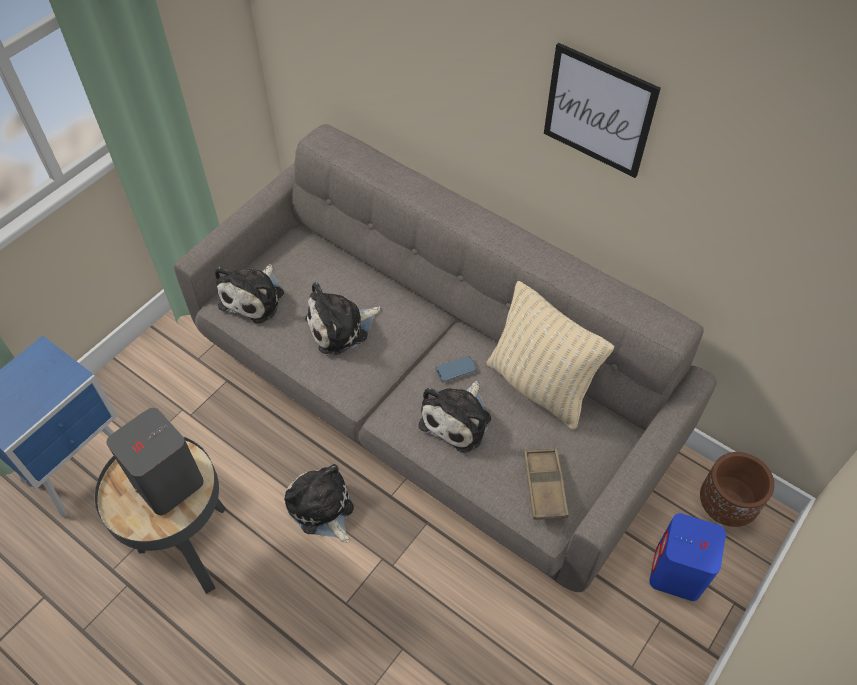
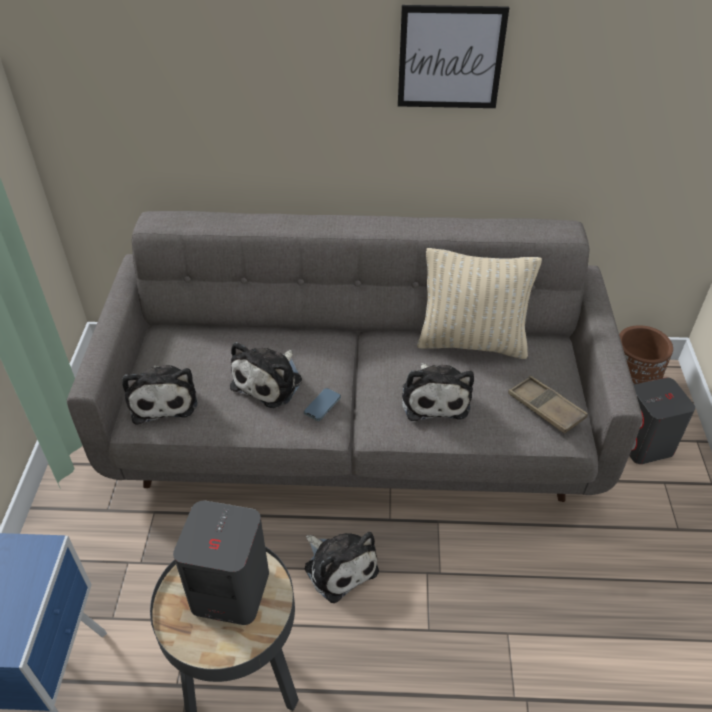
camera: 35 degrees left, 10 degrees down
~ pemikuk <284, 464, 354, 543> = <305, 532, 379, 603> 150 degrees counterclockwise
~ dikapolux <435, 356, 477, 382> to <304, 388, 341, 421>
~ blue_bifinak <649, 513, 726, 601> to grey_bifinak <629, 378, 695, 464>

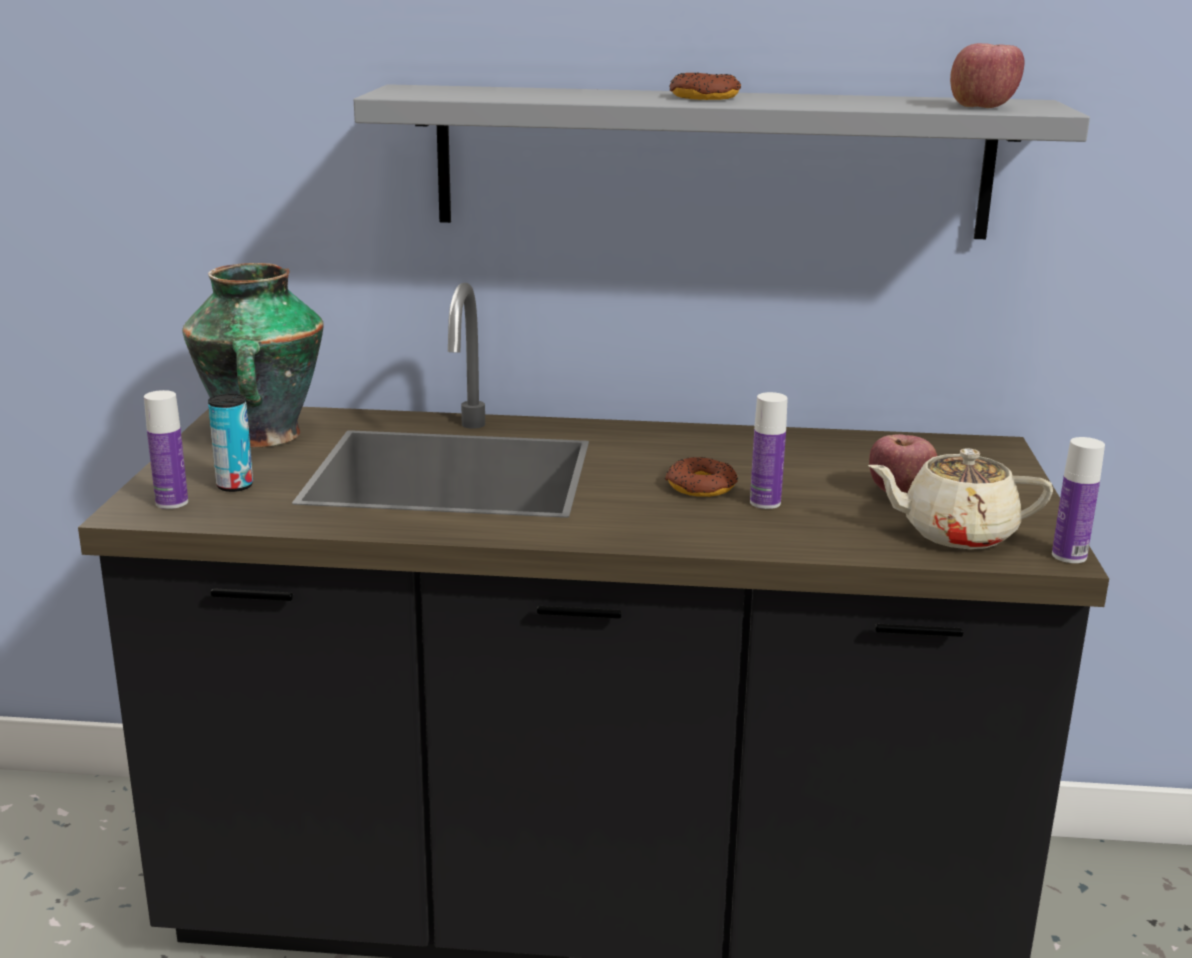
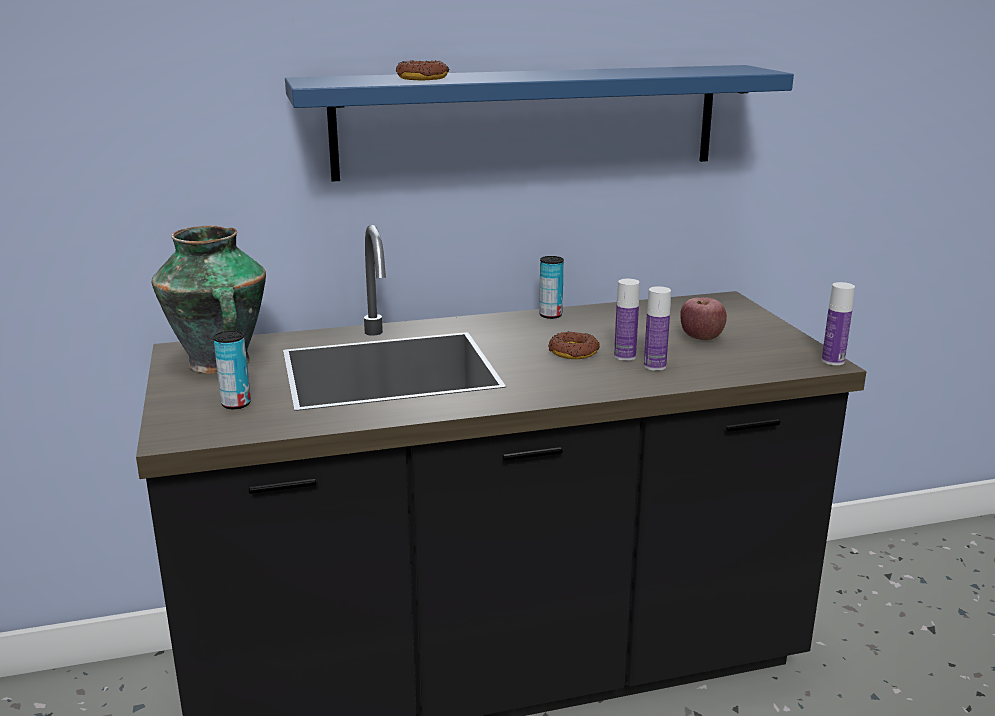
camera: 20 degrees left, 0 degrees up
~ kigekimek <144, 390, 188, 509> to <644, 286, 671, 371>
~ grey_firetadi <354, 84, 1090, 239> to blue_firetadi <285, 65, 794, 182>
~ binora <669, 72, 741, 100> to <396, 60, 450, 80>
- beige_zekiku <868, 449, 1053, 549>
- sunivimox <950, 43, 1024, 108>
+ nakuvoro <539, 256, 564, 319>

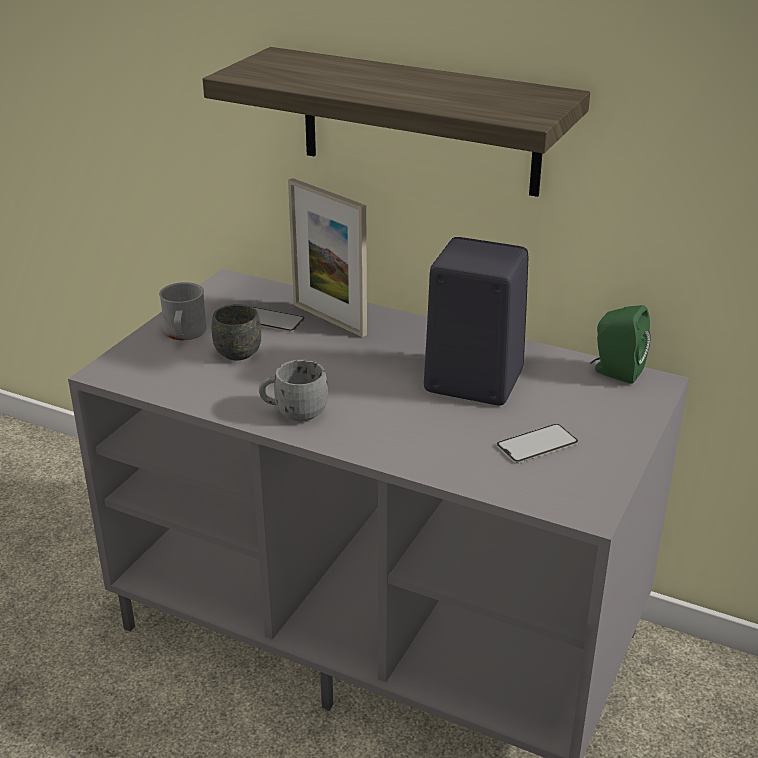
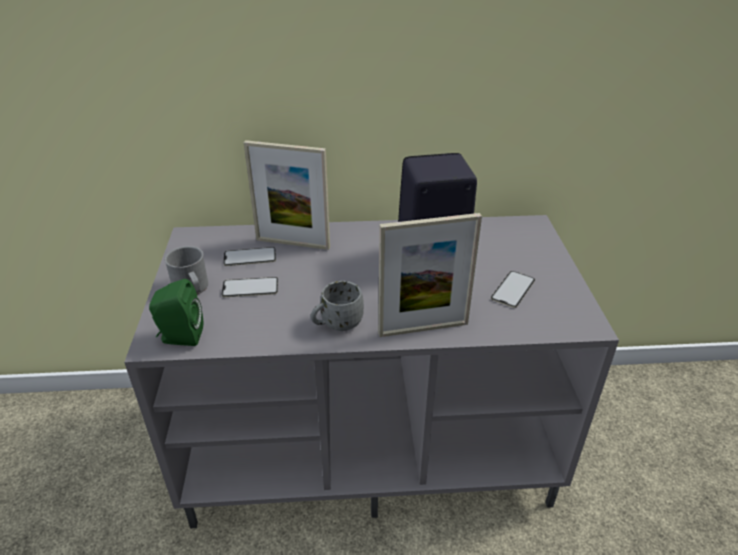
camera: 30 degrees left, 5 degrees up
- firetadi <203, 47, 590, 197>
~ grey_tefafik <212, 304, 261, 361> to dikapolux <221, 277, 278, 297>
~ green_bifinak <590, 305, 651, 384> to <149, 279, 203, 346>
+ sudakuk <378, 213, 482, 337>

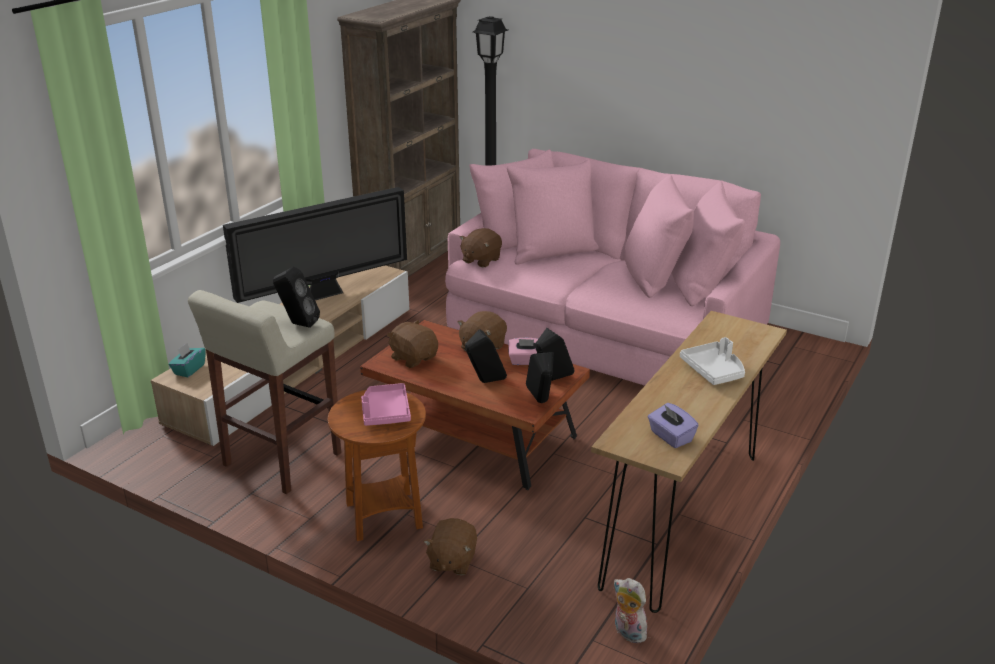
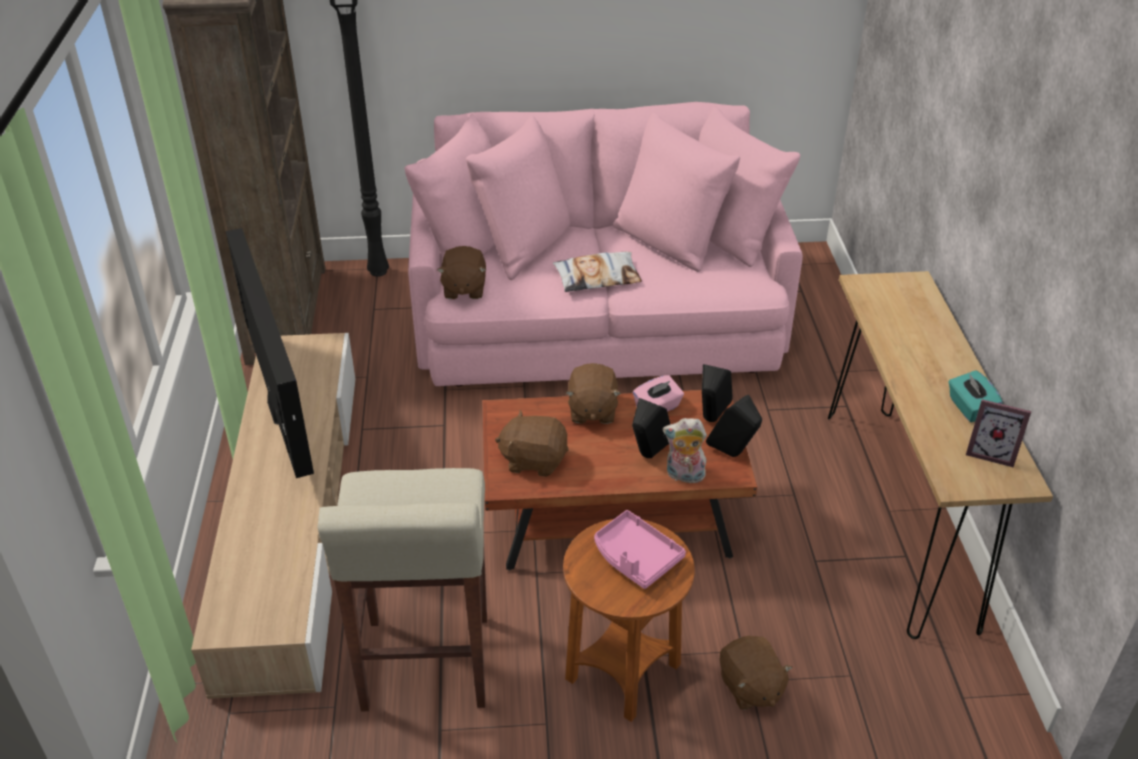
camera: 35 degrees left, 10 degrees up
~ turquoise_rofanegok <169, 343, 206, 377> to <949, 370, 1003, 422>
~ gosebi <223, 187, 407, 303> = <226, 228, 314, 478> 45 degrees counterclockwise
- black_bifinak <273, 267, 320, 328>
~ pemikuk <613, 578, 647, 644> to <663, 418, 707, 486>
~ purple_rofanegok <648, 403, 699, 448> to sudakuk <966, 399, 1031, 467>
- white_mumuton <680, 337, 745, 385>
+ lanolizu <553, 252, 642, 292>

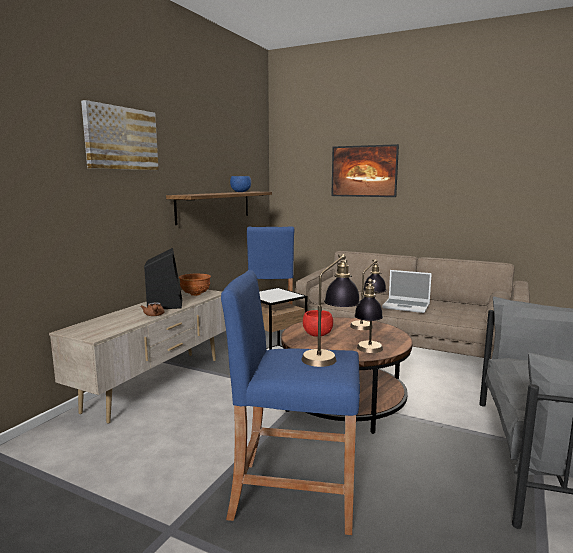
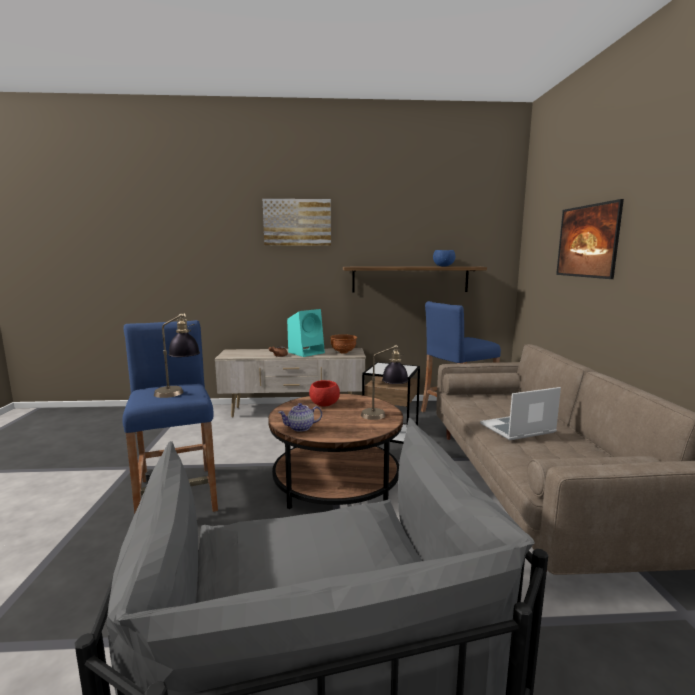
camera: 60 degrees right, 0 degrees up
~ black_bifinak <144, 248, 182, 309> to turquoise_bifinak <287, 309, 325, 357>
~ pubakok <354, 279, 383, 353> to zekiku <278, 403, 322, 432>
~ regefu <382, 270, 432, 313> = <480, 387, 561, 440> 75 degrees clockwise

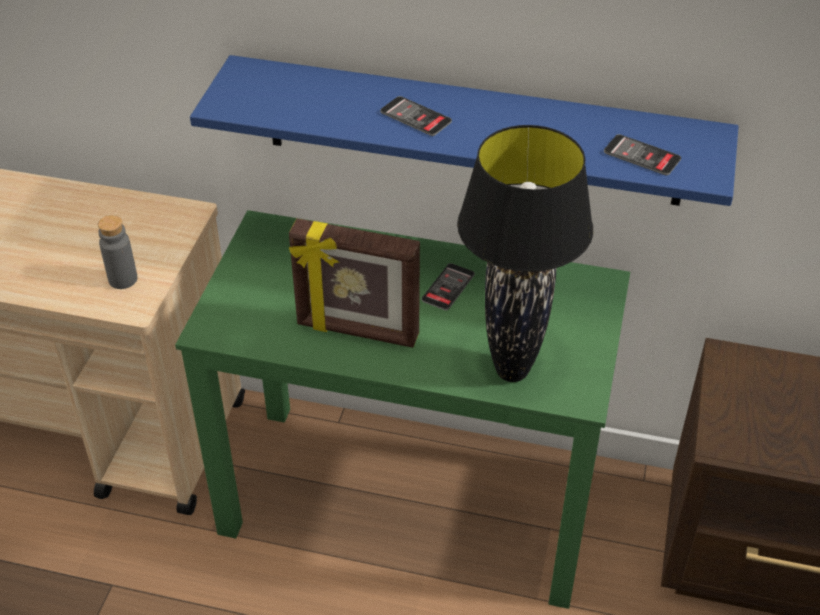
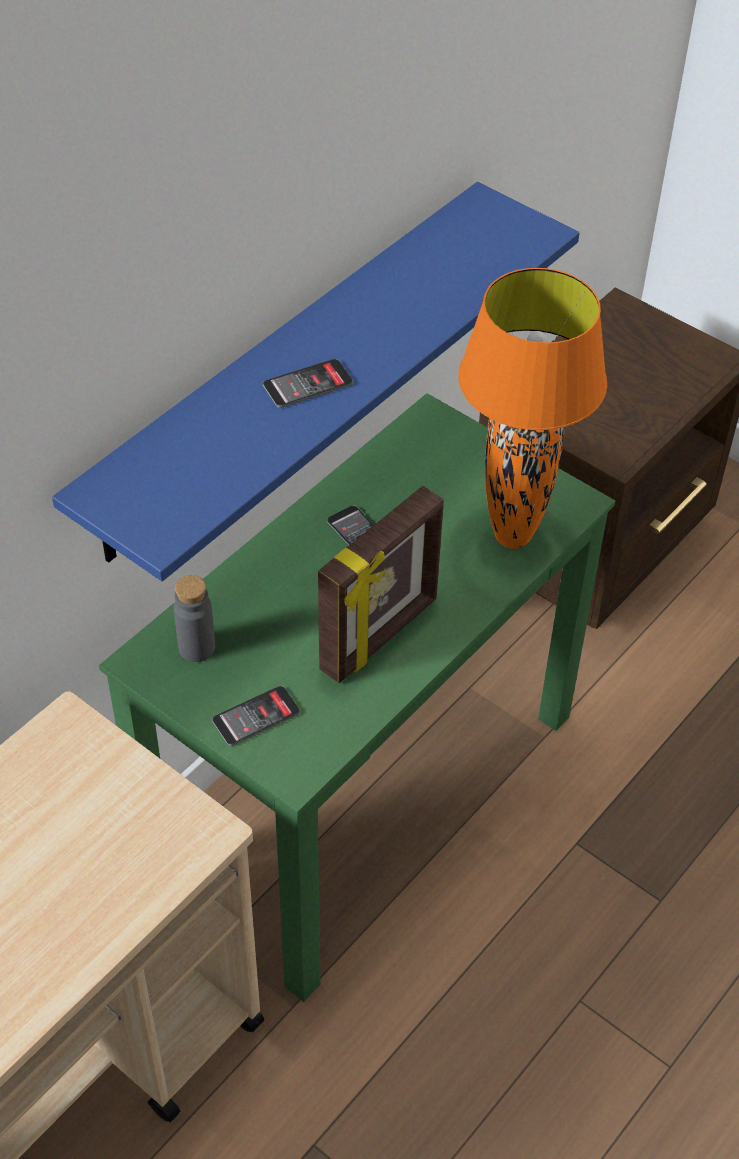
camera: 65 degrees left, 5 degrees up
~ grey_kigekimek <98, 215, 138, 289> to <174, 575, 215, 662>
~ black_pubakok <457, 125, 593, 382> to orange_pubakok <458, 268, 607, 549>
~ dikapolux <604, 134, 681, 175> to <212, 686, 300, 746>

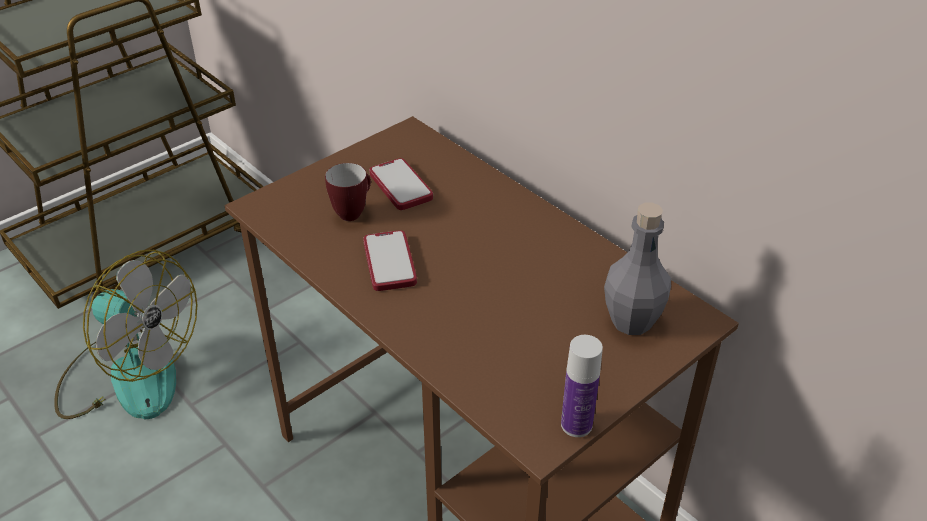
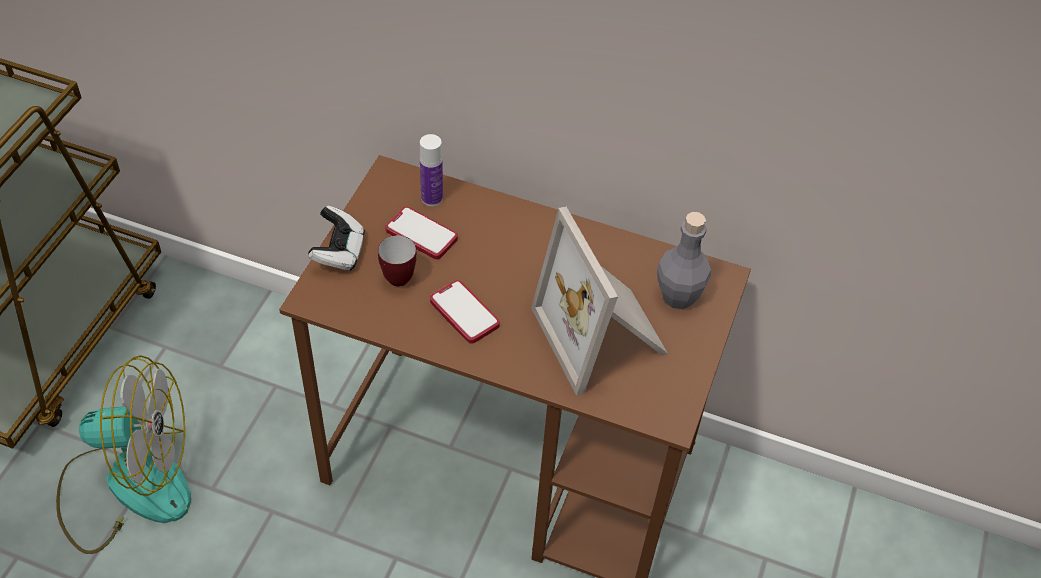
camera: 30 degrees left, 10 degrees up
~ kigekimek <561, 335, 603, 437> to <420, 134, 443, 206>
+ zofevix <308, 206, 365, 271>
+ sudakuk <531, 207, 668, 396>

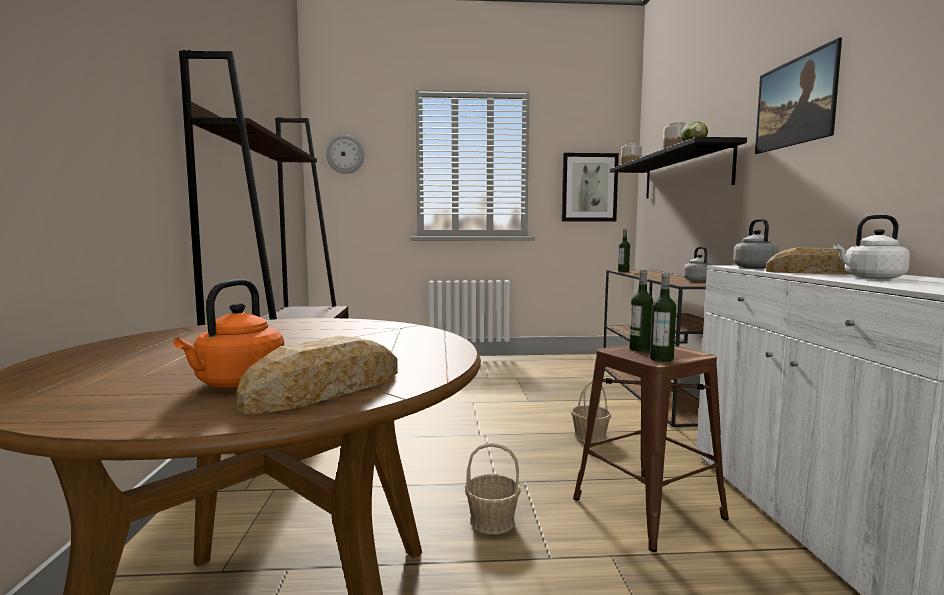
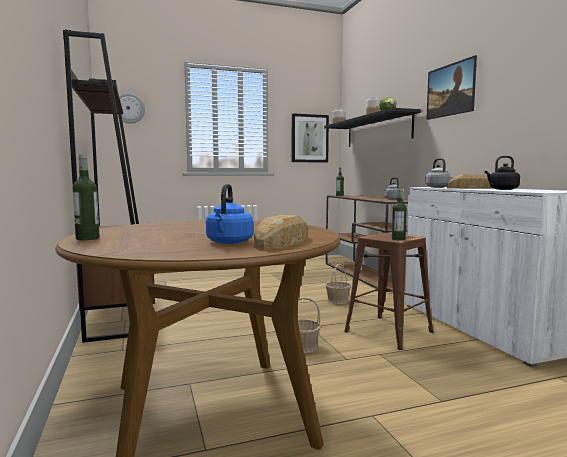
camera: 15 degrees left, 0 degrees up
~ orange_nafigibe <173, 279, 284, 388> to blue_nafigibe <206, 184, 253, 244>
~ kigekimek <629, 270, 653, 352> to <73, 155, 100, 240>
~ white_nafigibe <833, 215, 910, 279> to black_nafigibe <484, 156, 520, 190>

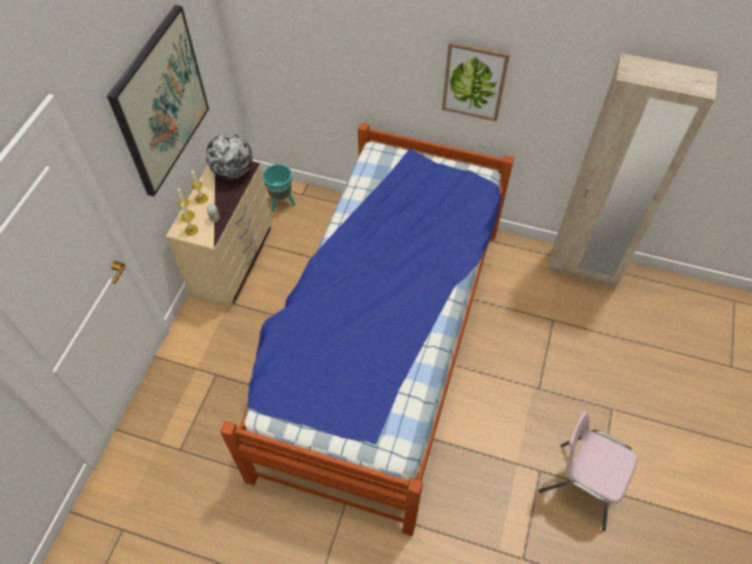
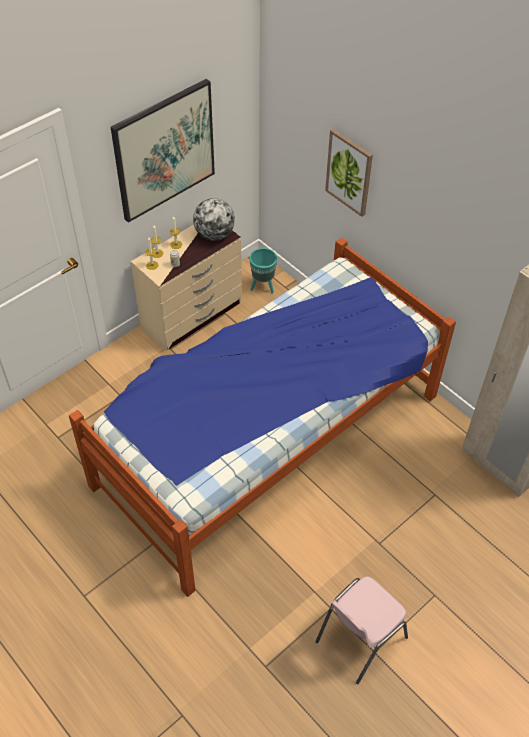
camera: 30 degrees right, 5 degrees down
~ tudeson <442, 41, 510, 121> to <325, 129, 373, 217>
~ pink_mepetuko <538, 411, 637, 531> = <315, 576, 408, 684> 105 degrees counterclockwise

